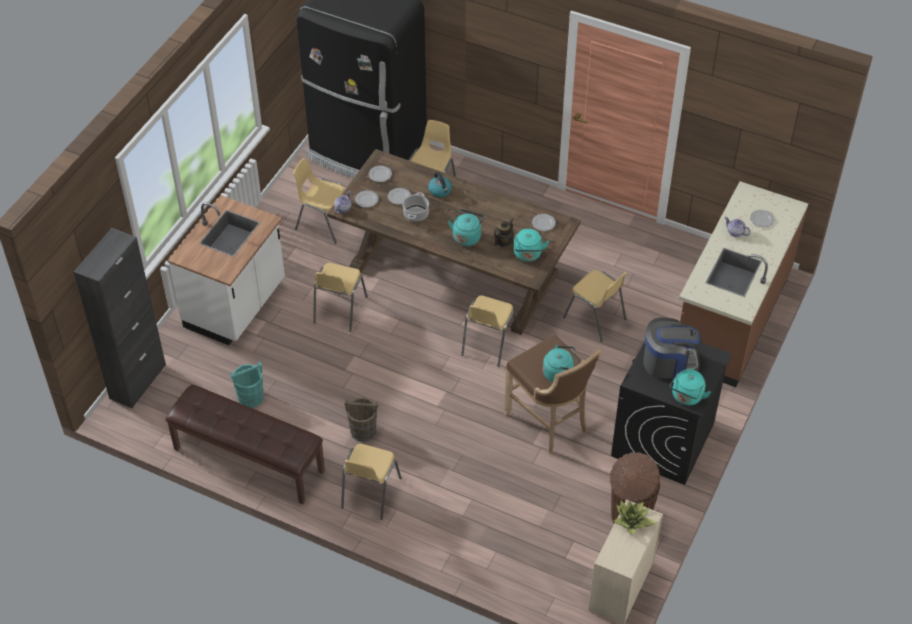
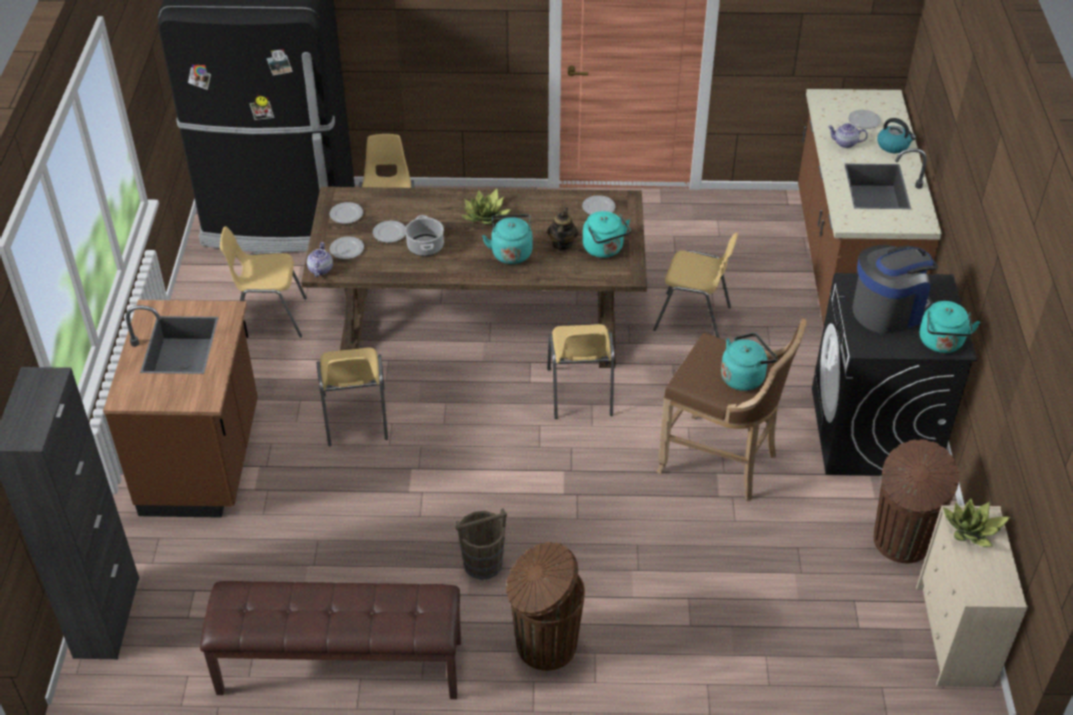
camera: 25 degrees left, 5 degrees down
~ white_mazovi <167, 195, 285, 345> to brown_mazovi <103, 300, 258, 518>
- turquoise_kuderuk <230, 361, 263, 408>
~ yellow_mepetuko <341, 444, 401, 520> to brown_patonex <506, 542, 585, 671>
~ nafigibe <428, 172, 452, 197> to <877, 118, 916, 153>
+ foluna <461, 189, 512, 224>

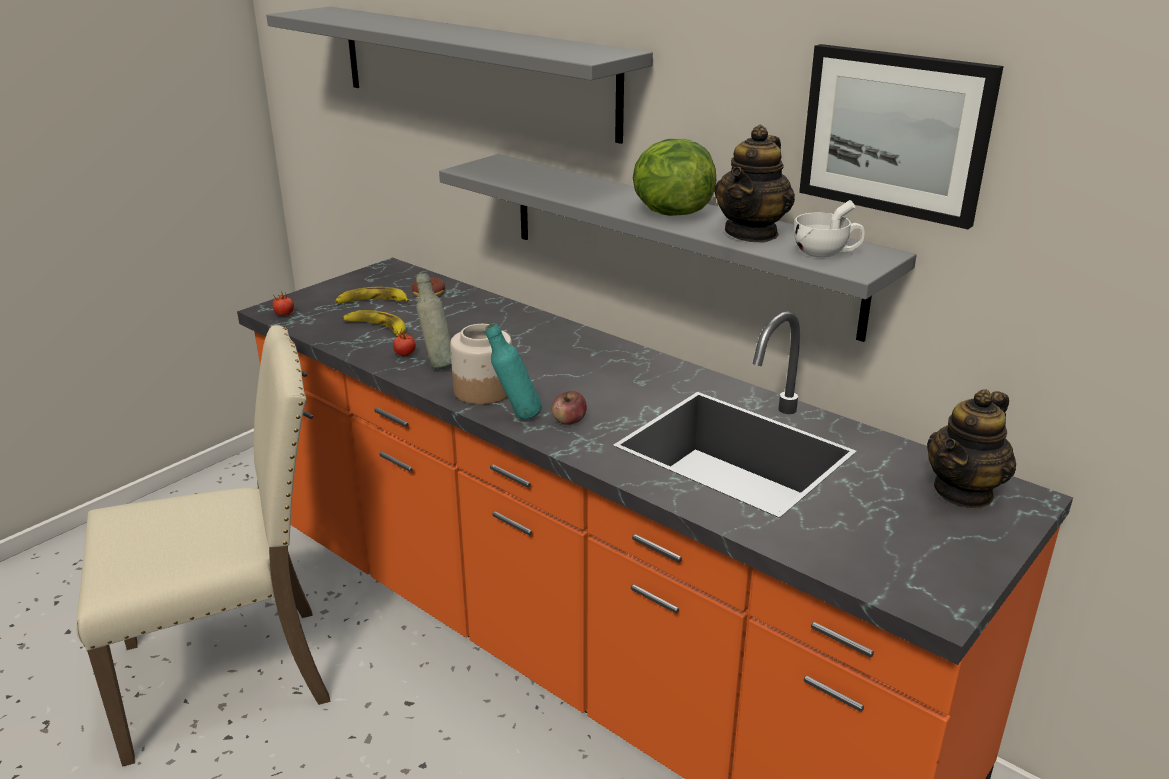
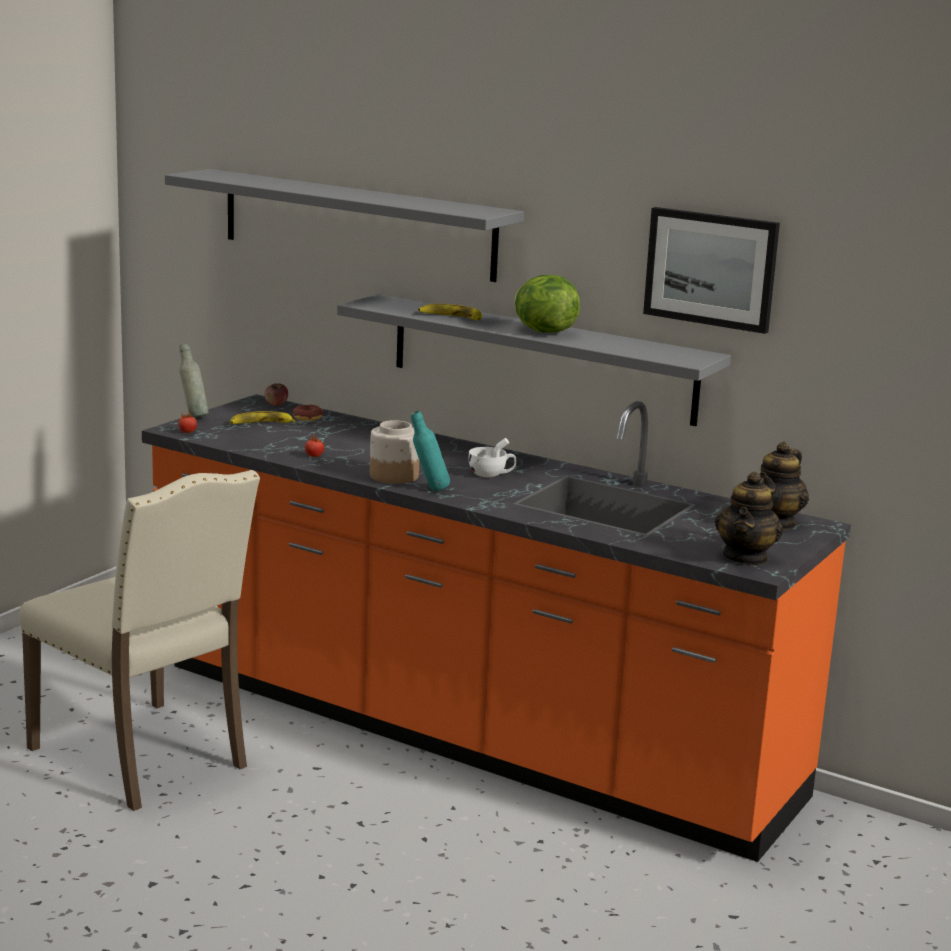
camera: 10 degrees left, 10 degrees down
~ beige_mepetuko <76, 325, 331, 767> = <19, 470, 260, 811> 75 degrees clockwise
~ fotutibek <343, 310, 406, 337> to <418, 304, 482, 320>
~ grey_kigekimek <416, 273, 452, 369> to <179, 343, 209, 418>
~ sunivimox <552, 391, 587, 425> to <265, 383, 288, 406>
~ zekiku <714, 125, 795, 243> to <715, 471, 783, 566>
~ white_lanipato <794, 200, 865, 258> to <468, 438, 516, 477>

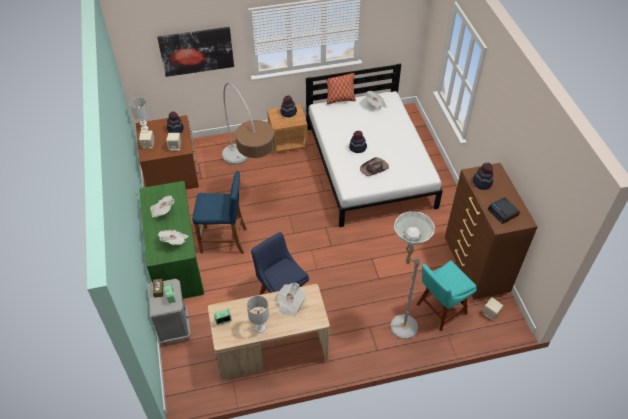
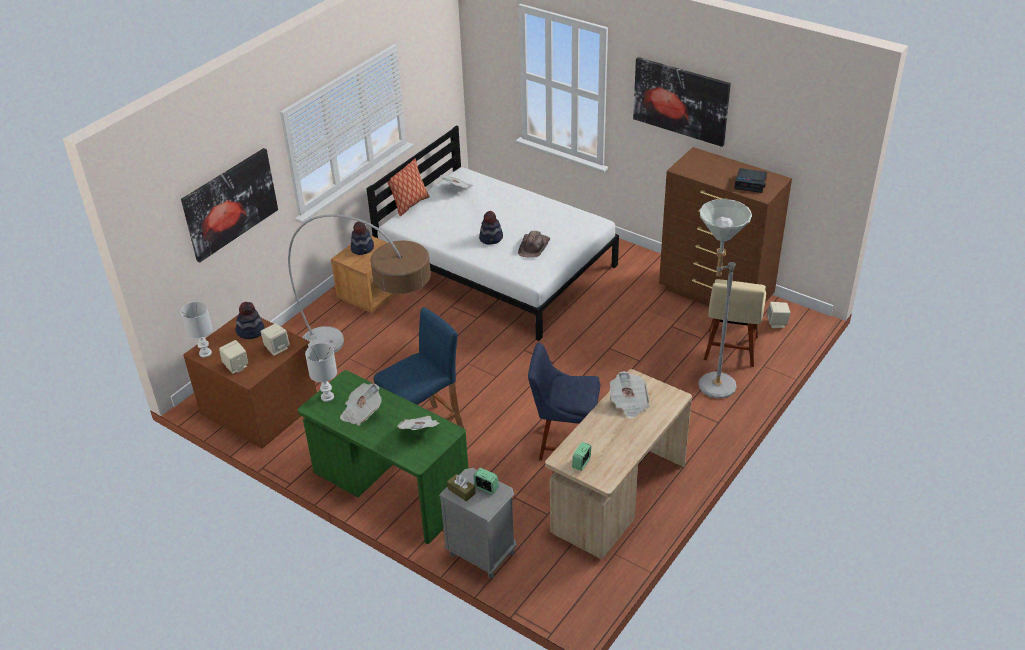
camera: 40 degrees left, 10 degrees down
~ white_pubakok <247, 296, 269, 333> to <305, 343, 337, 402>
~ turquoise_mepetuko <416, 260, 477, 331> to beige_mepetuko <704, 279, 766, 367>
- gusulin <473, 163, 493, 190>
+ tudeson <633, 57, 731, 147>

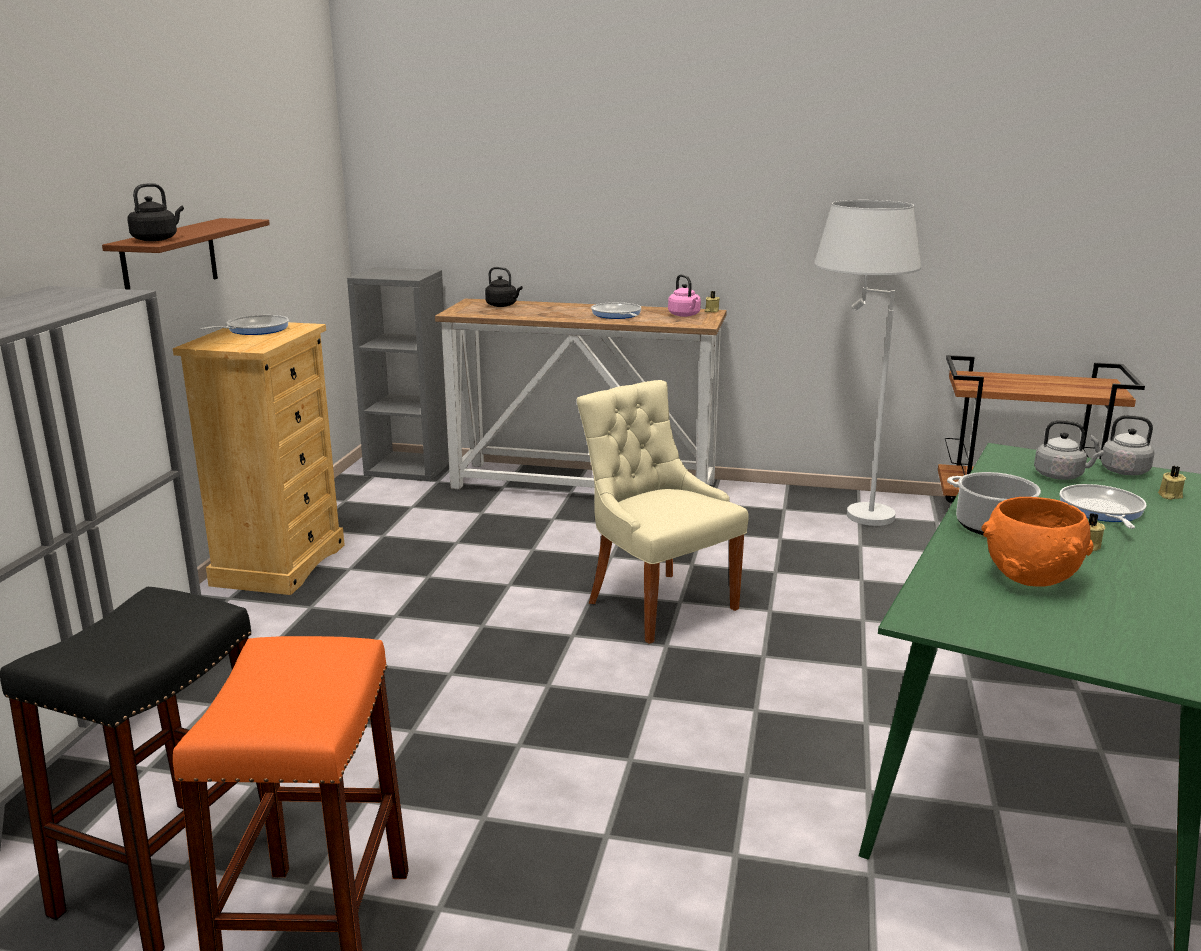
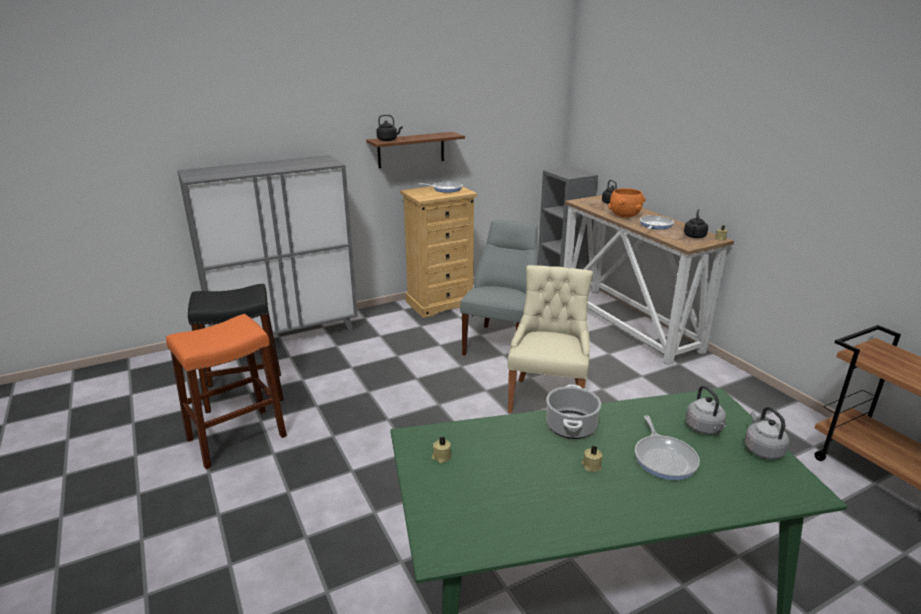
camera: 50 degrees right, 5 degrees up
~ pink_nafigibe <668, 274, 701, 317> to black_nafigibe <684, 209, 708, 238>
- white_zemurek <814, 200, 921, 526>
~ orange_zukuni <981, 497, 1094, 587> to <609, 188, 646, 218>
~ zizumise <1060, 484, 1147, 529> = <635, 415, 700, 480> 120 degrees clockwise
~ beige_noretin <1158, 466, 1187, 500> to <432, 436, 452, 463>
+ grey_mepetuko <460, 221, 538, 355>

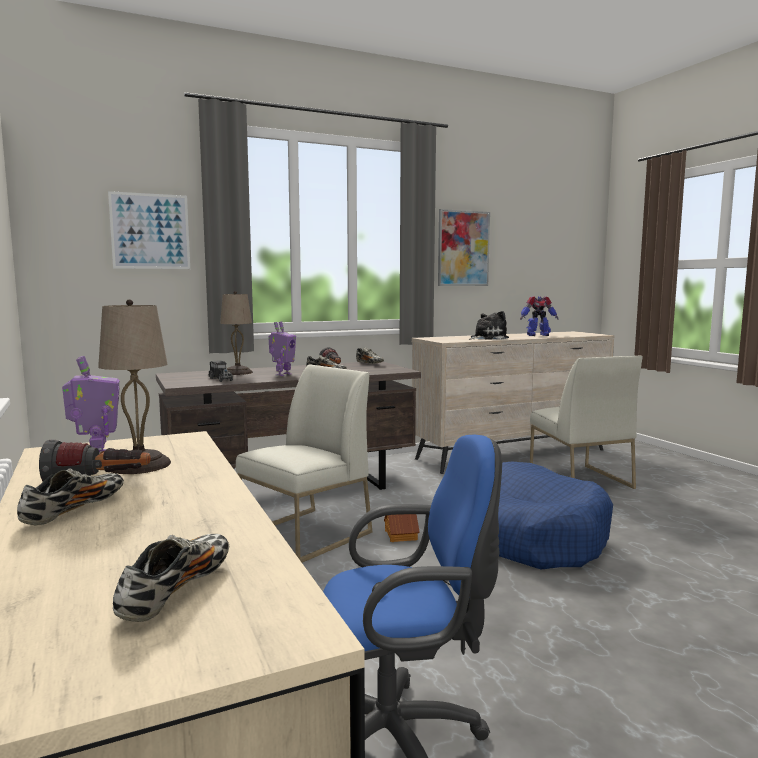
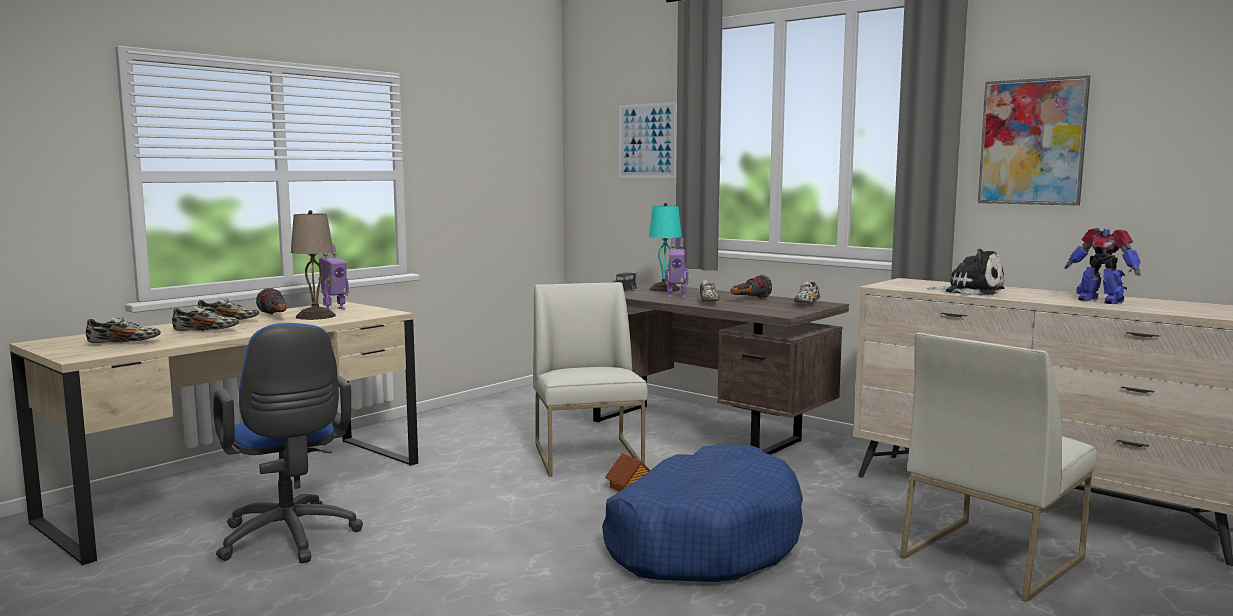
camera: 65 degrees right, 0 degrees up
~ beige_pubakok <220, 291, 253, 375> to turquoise_pubakok <649, 203, 682, 292>
~ white_mepetuko <236, 364, 372, 563> = <533, 282, 648, 477> 120 degrees counterclockwise
+ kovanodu <172, 306, 239, 331>

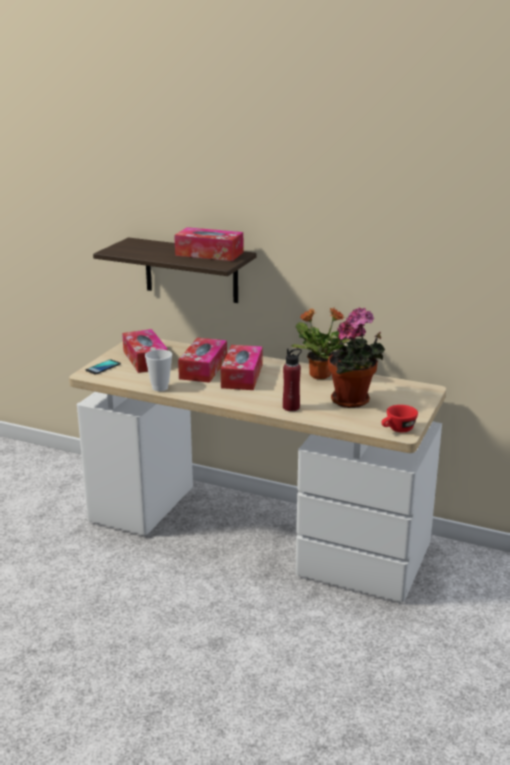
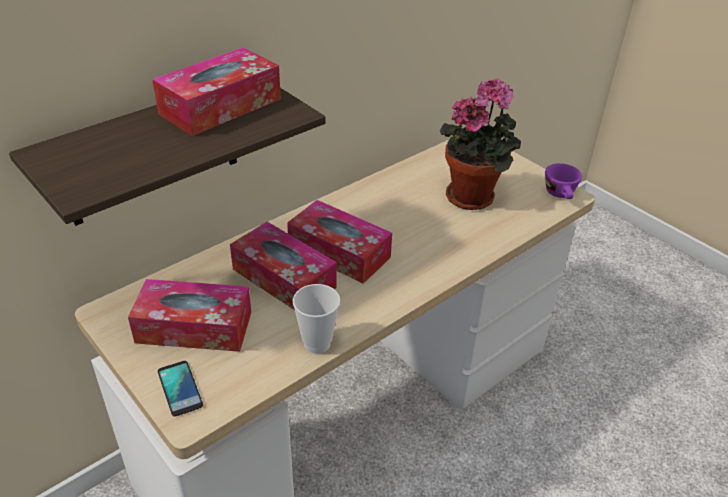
camera: 65 degrees left, 15 degrees up
- red_kigekimek <283, 348, 302, 411>
- foluna <291, 308, 350, 379>
~ red_lanipato <381, 405, 418, 433> to purple_lanipato <545, 163, 582, 199>

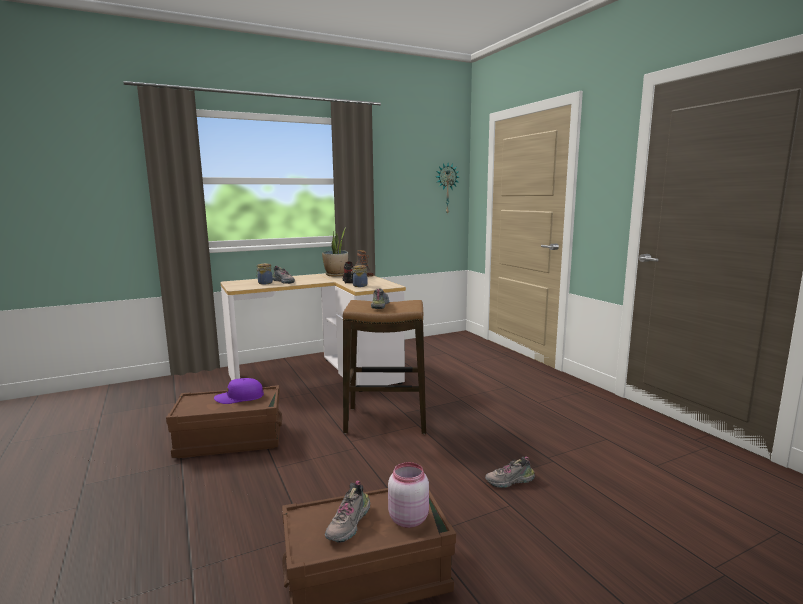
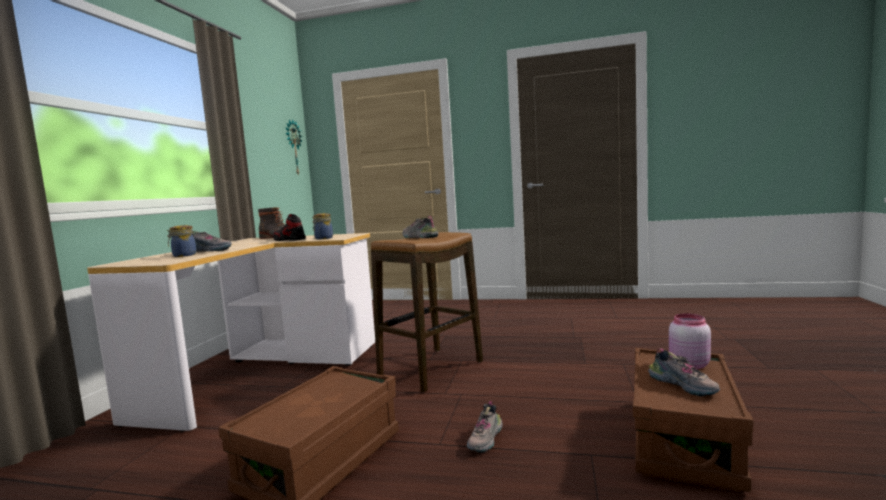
camera: 50 degrees left, 5 degrees down
- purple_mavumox <214, 378, 264, 404>
- foluna <322, 227, 348, 276>
~ kovanodu <485, 457, 535, 488> to <467, 401, 503, 453>

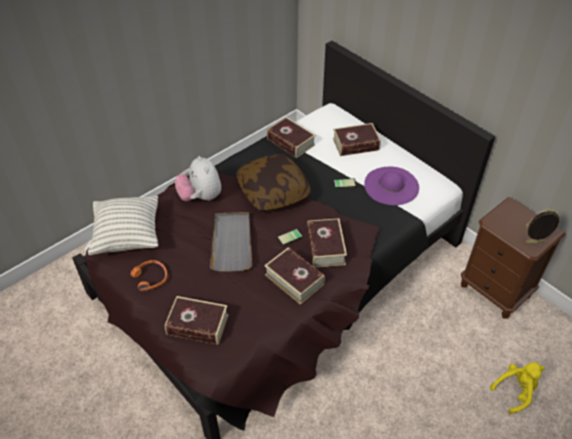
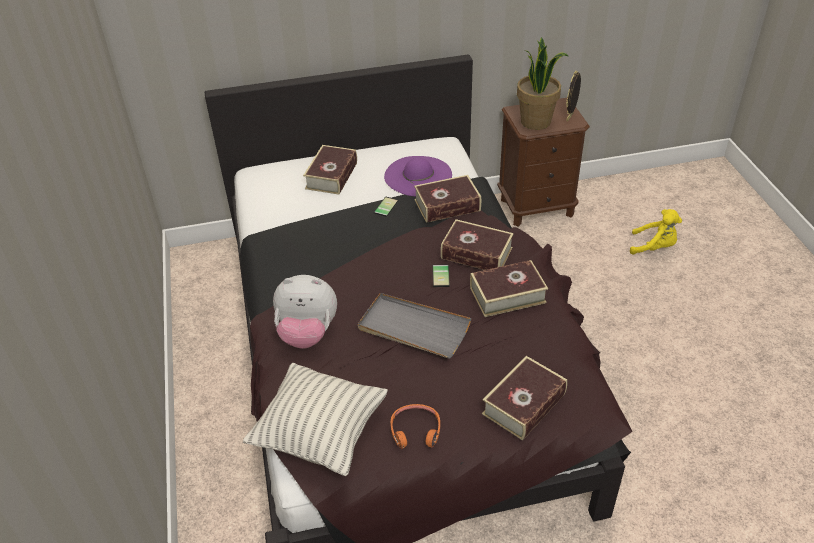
camera: 60 degrees left, 5 degrees down
- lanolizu <237, 154, 311, 212>
~ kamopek <267, 117, 316, 158> to <414, 175, 481, 223>
~ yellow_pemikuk <490, 362, 545, 414> = <630, 209, 682, 255> 105 degrees clockwise
+ foluna <517, 37, 568, 130>

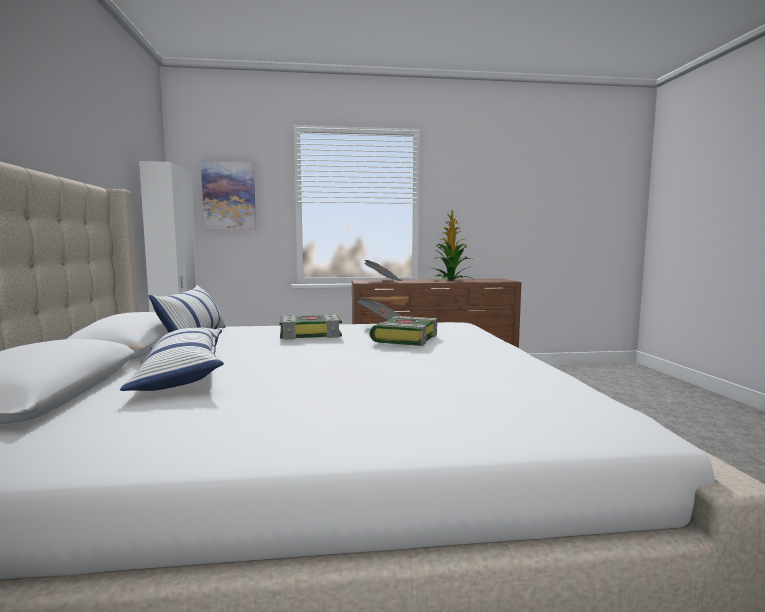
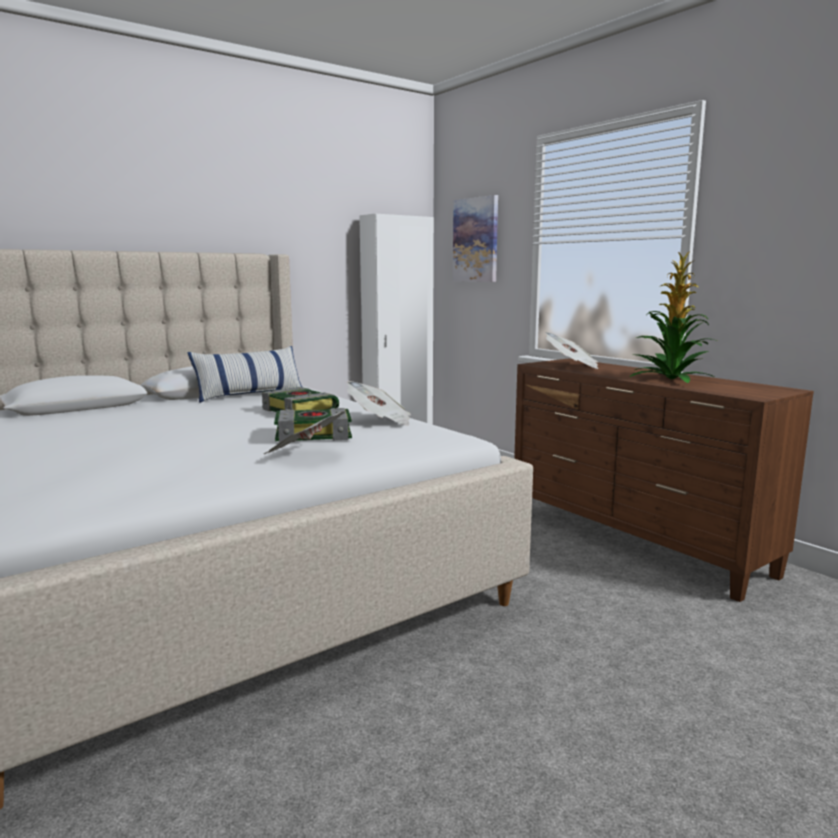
camera: 60 degrees right, 5 degrees up
- lanolizu <120, 327, 224, 391>
+ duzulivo <264, 410, 345, 454>

